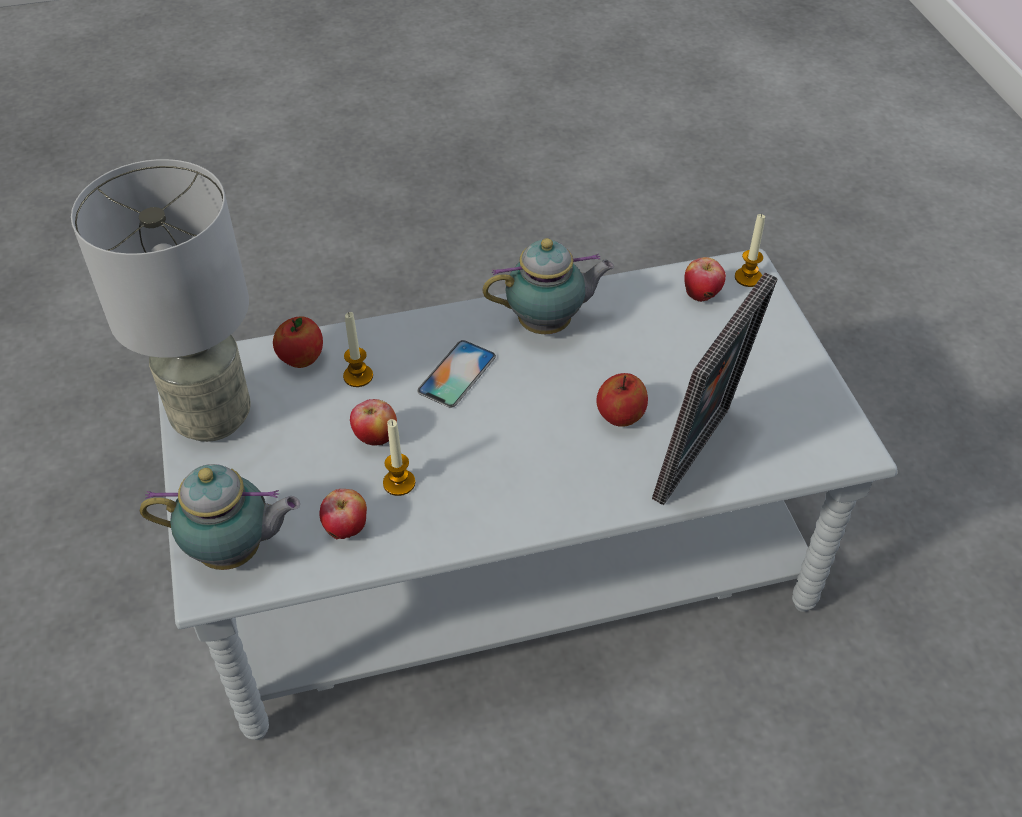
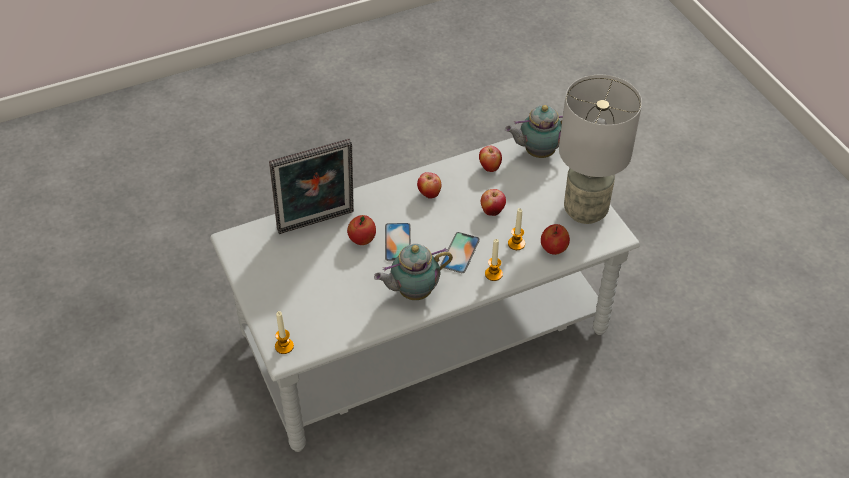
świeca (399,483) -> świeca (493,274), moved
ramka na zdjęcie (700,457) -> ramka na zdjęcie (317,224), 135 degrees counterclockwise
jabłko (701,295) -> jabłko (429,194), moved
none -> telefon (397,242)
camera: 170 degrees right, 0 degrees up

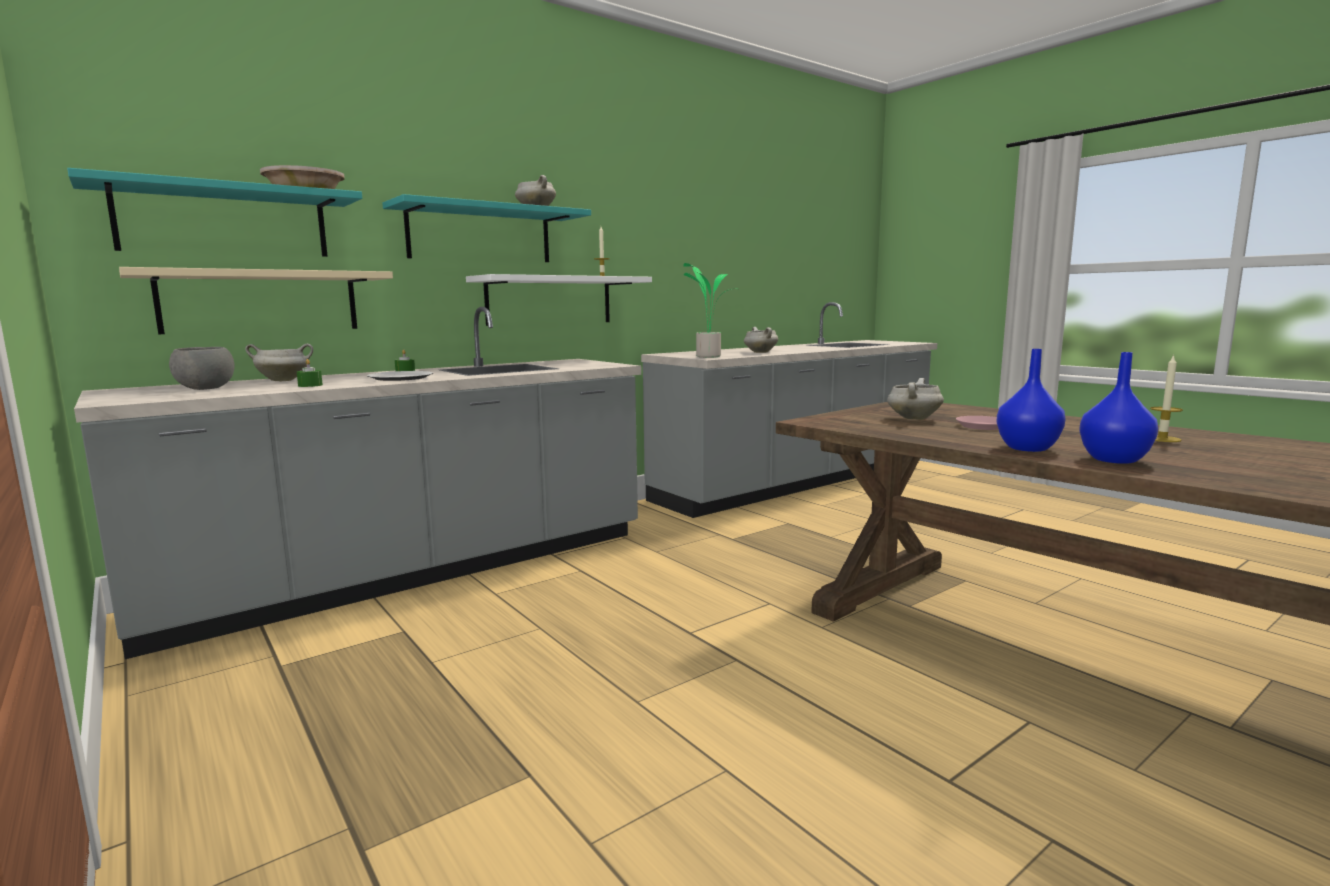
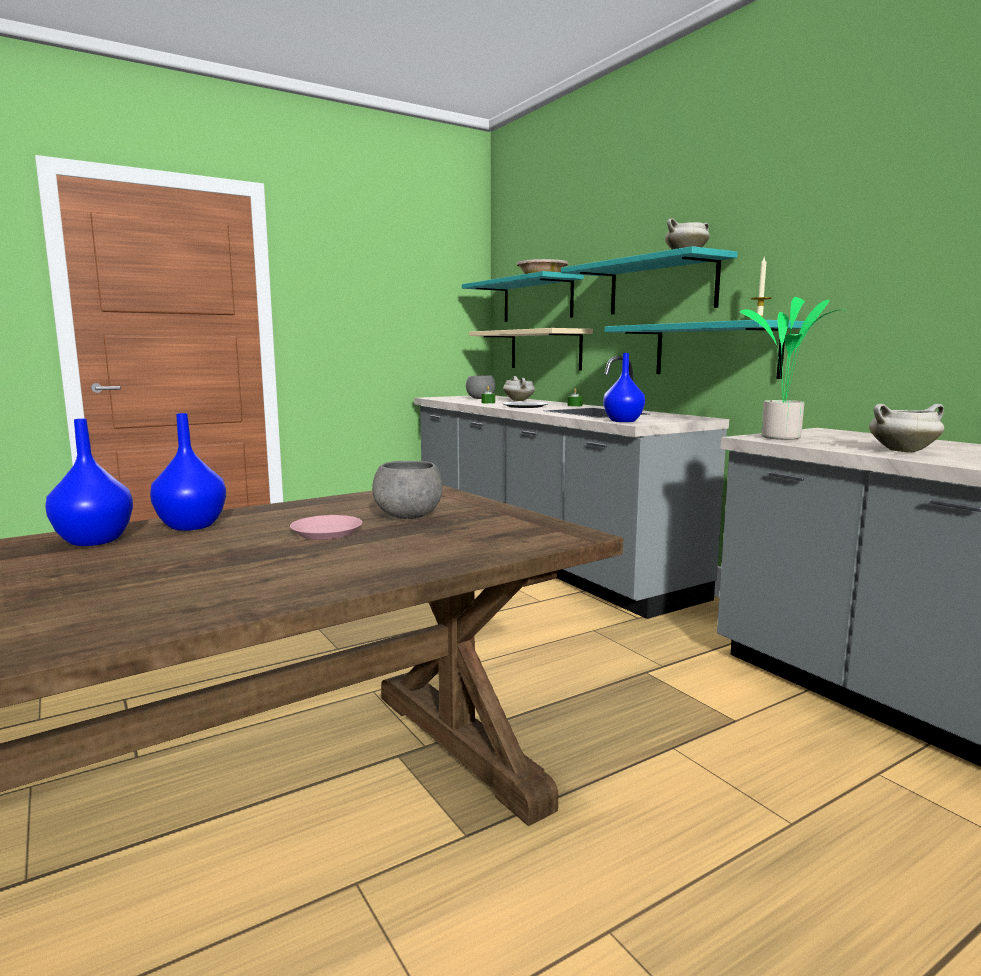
półka [biały] (549,300) -> półka [turkusowy] (715,350)
garnek [biały] (913,419) -> miska [szary] (409,517)
świeca (1162,439) -> none
none -> wazon [niebieski] (623,421)
camera: 95 degrees right, 0 degrees up

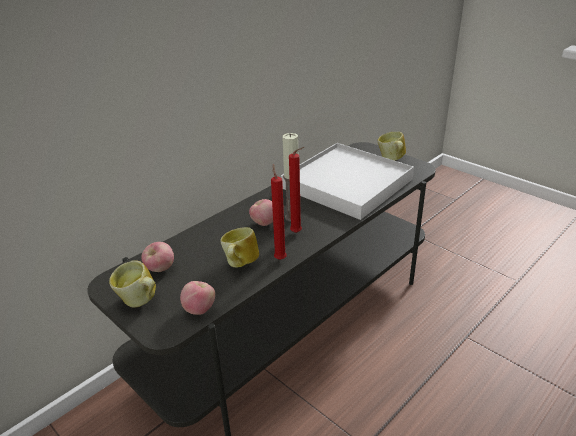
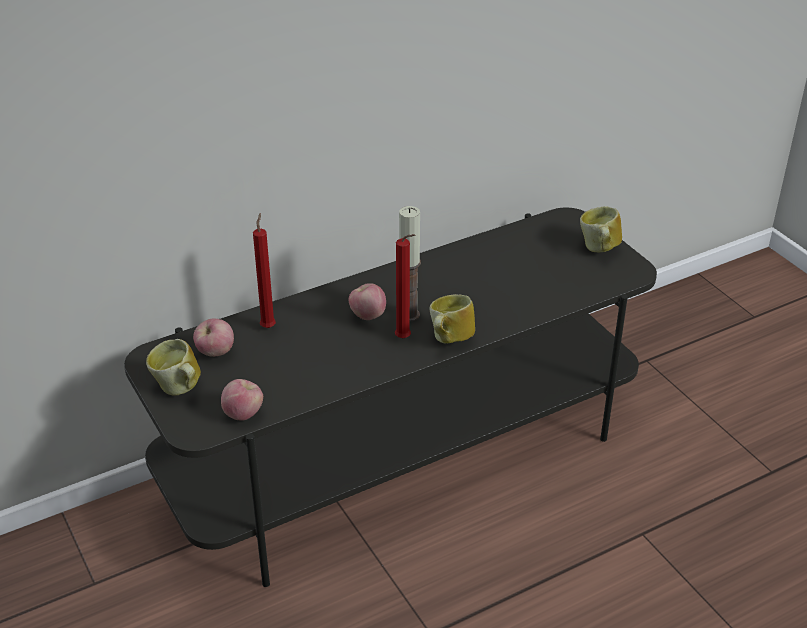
kubek (239,265) -> kubek (448,340), moved
świeca [czerwony] (280,258) -> świeca [czerwony] (268,326), moved
taca [biały] (347,184) -> none
camera: 15 degrees right, 5 degrees up

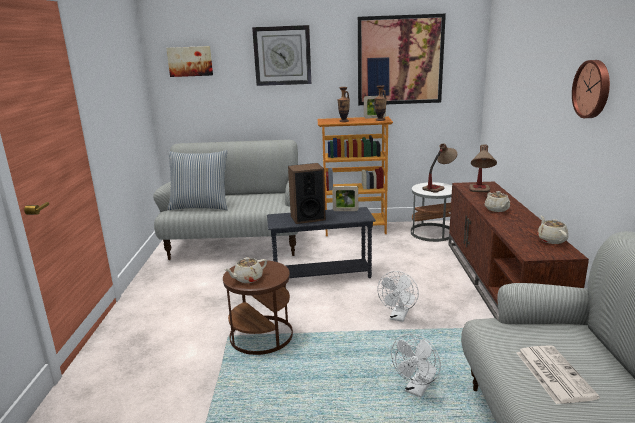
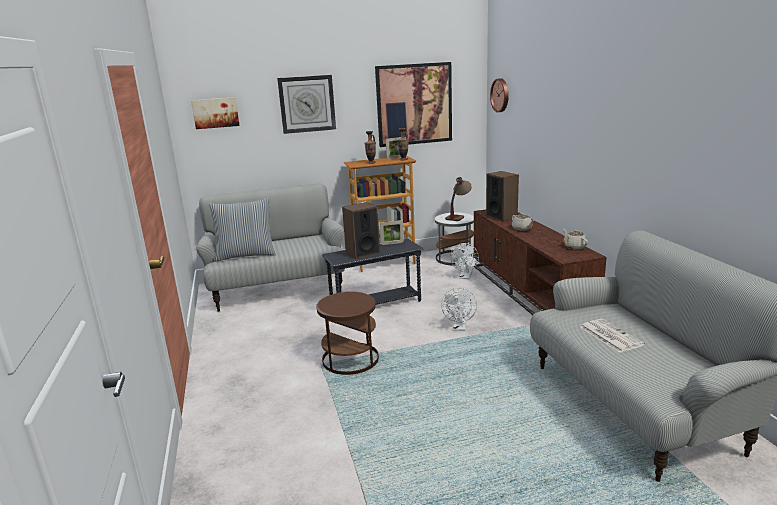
imbryk [beżowy] (247,279) -> none
wentylator [biały] (417,389) -> wentylator [biały] (465,277), moved
lampa stołowa (480,193) -> głośnik (501,217)
zegar ścienny (593,89) -> zegar ścienny (501,95), moved
camera: 15 degrees left, 0 degrees up

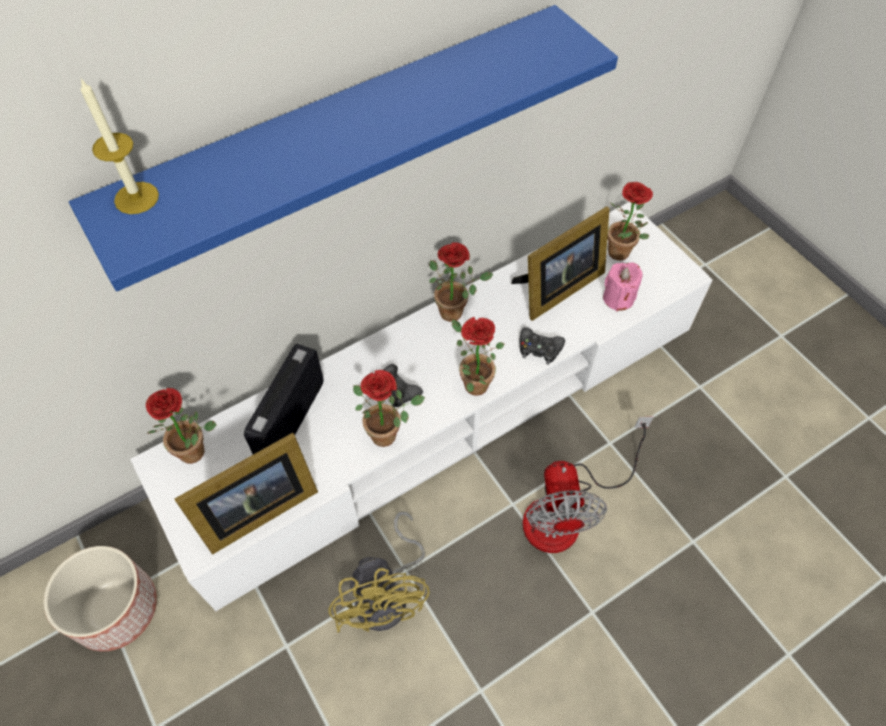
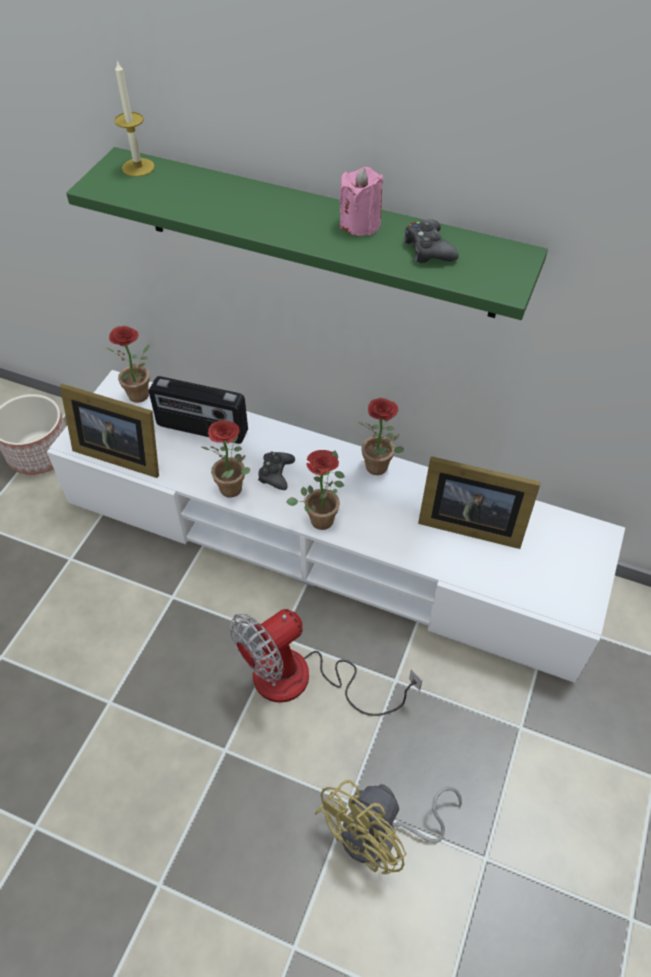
półka [niebieski] (342,135) -> półka [zielony] (317,233)
radio (290,420) -> radio (202,429), 150 degrees counterclockwise
wentylator [żółty] (388,595) -> wentylator [żółty] (381,836), moved
pad do gier [czarny] (539,349) -> pad do gier [czarny] (428,249), moved
świeca [różowy] (618,298) -> świeca [różowy] (360,224), moved
roślina doniczkowa (622,255) -> none
camera: 55 degrees right, 5 degrees down

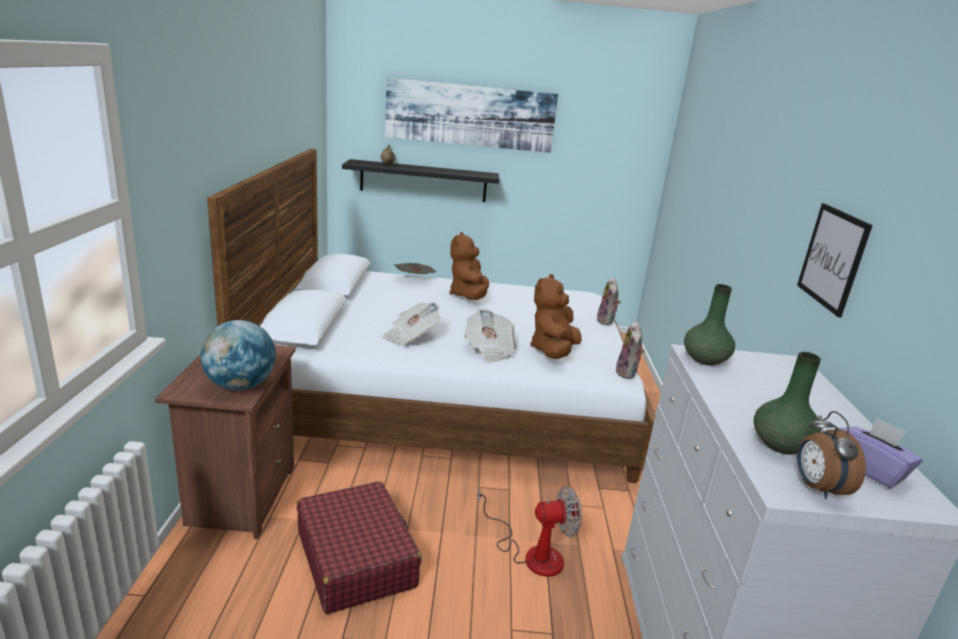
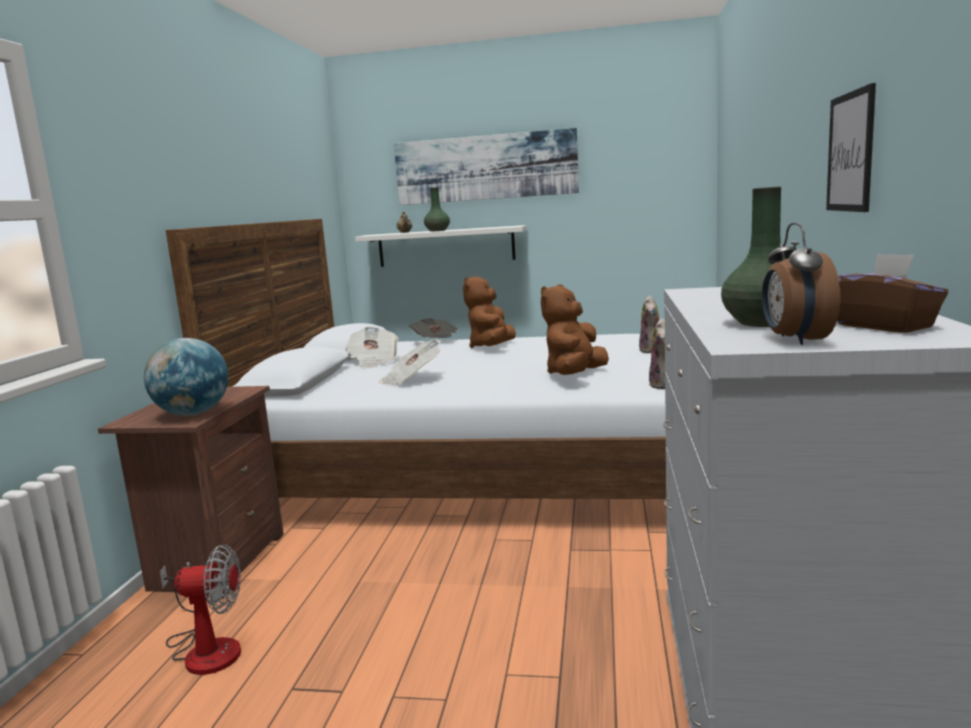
walizka [czerwony] (356,558) -> none
półka [czarny] (423,181) -> półka [biały] (446,246)
gazeta (489,350) -> gazeta (373,362), moved
wentylator (532,553) -> wentylator (206,648), moved
wazon [zielony] (705,360) -> wazon [zielony] (437,231), moved
pudełko chusteczek [fioletowy] (870,470) -> pudełko chusteczek [brązowy] (884,326)
camera: 10 degrees right, 10 degrees down

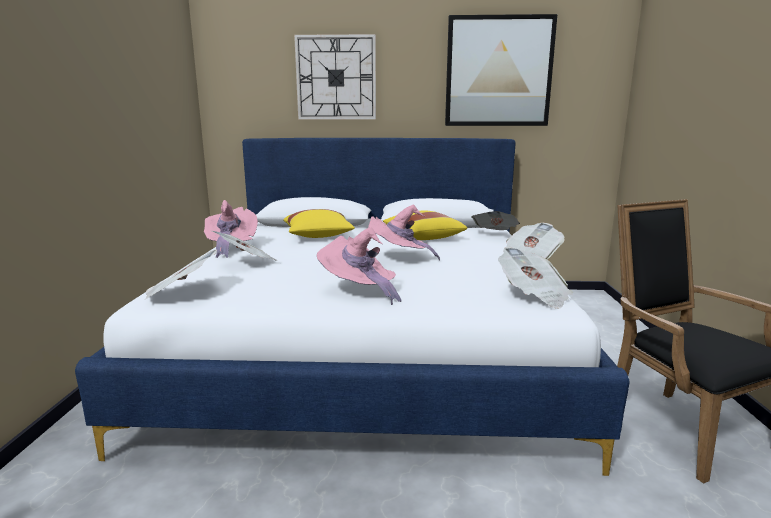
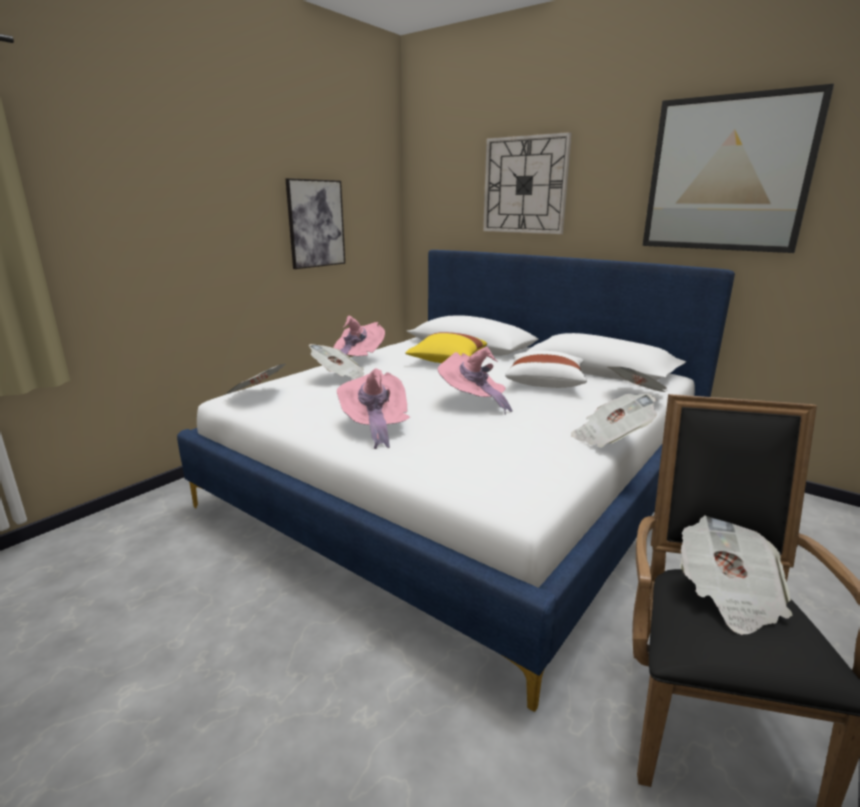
poduszka [żółty] (422,237) -> poduszka [biały] (545,382)
gazeta (534,295) -> gazeta (728,595), moved
none -> obraz (316,223)
camera: 35 degrees right, 5 degrees up

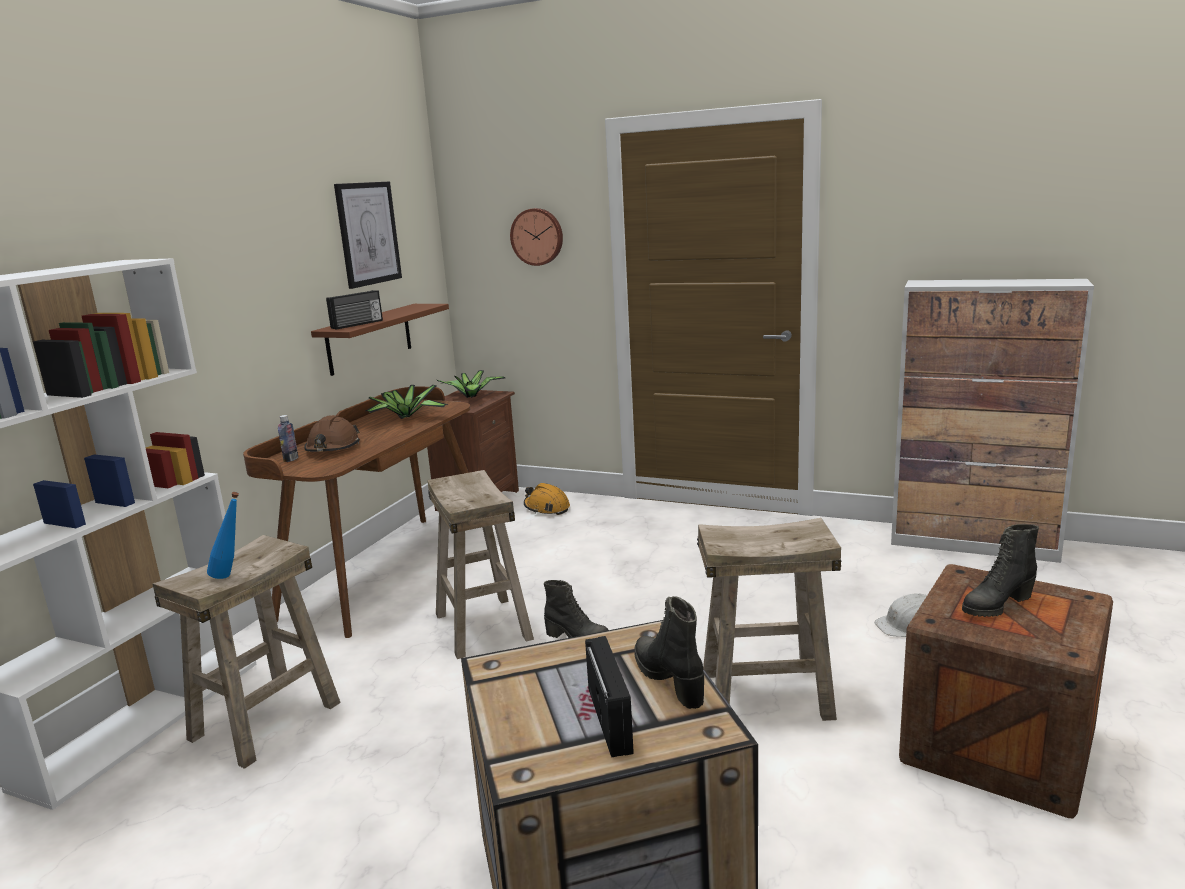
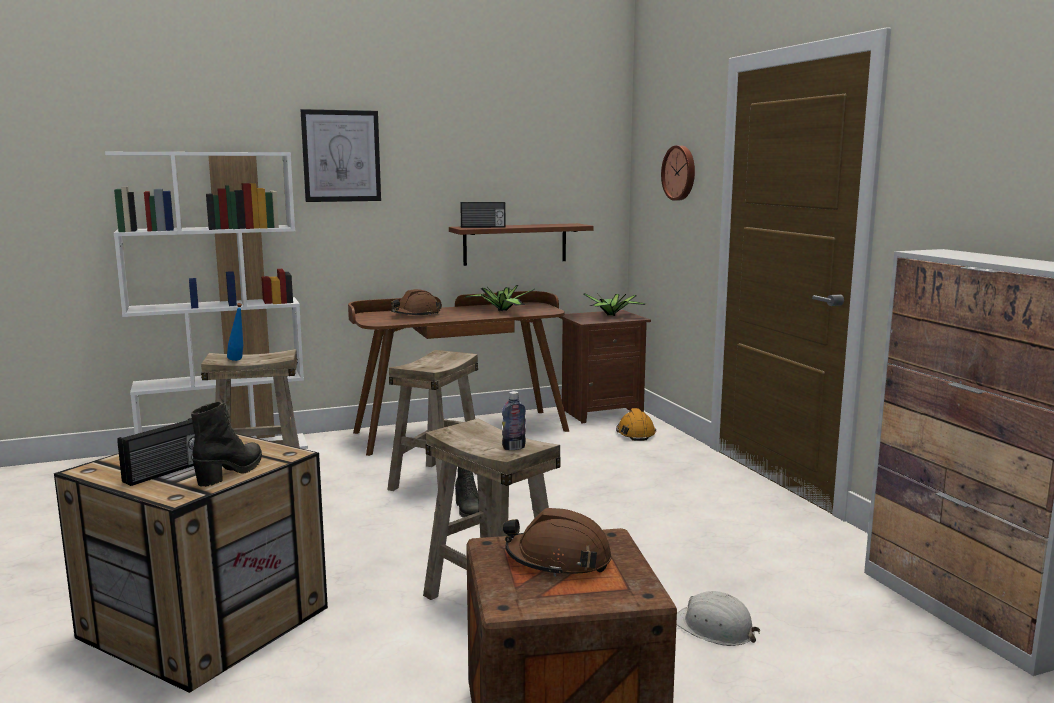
butelka (291,459) -> butelka (514,448), moved
obraz (368,233) -> obraz (341,156), moved
but z cholewką [czarny] (996,605) -> kask [brązowy] (558,560)
camera: 45 degrees right, 5 degrees down

